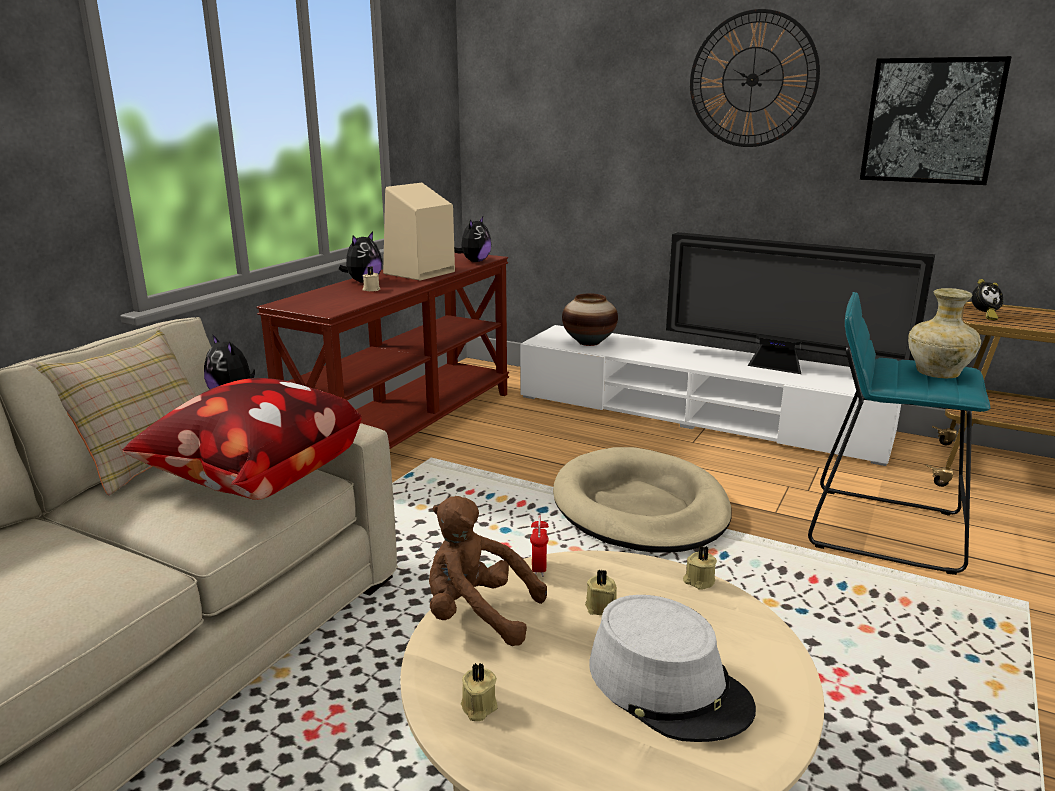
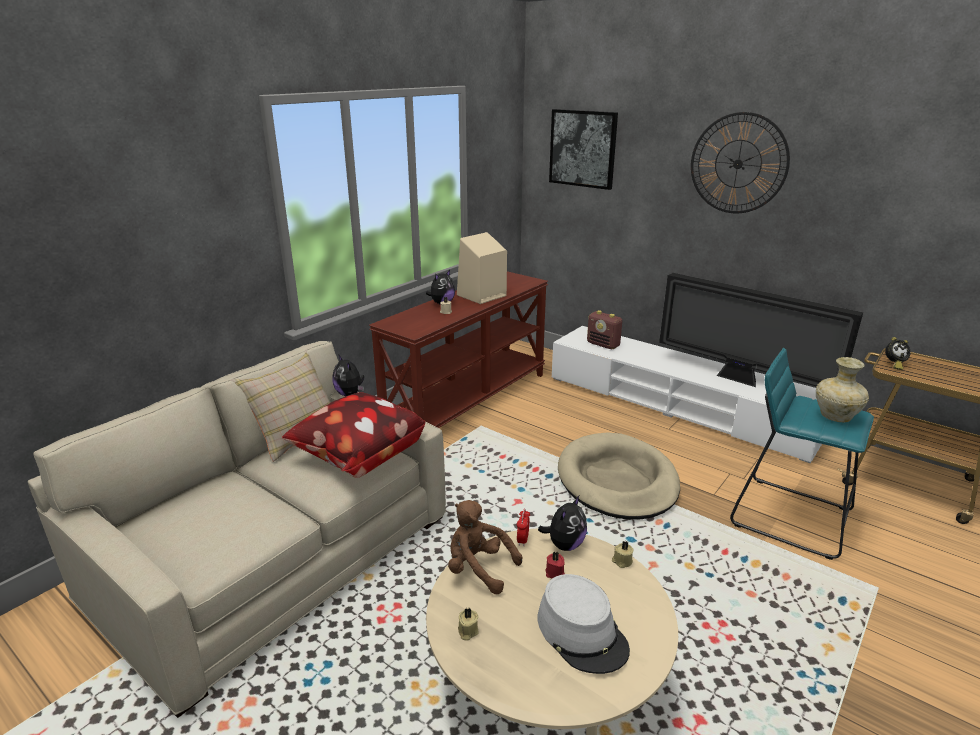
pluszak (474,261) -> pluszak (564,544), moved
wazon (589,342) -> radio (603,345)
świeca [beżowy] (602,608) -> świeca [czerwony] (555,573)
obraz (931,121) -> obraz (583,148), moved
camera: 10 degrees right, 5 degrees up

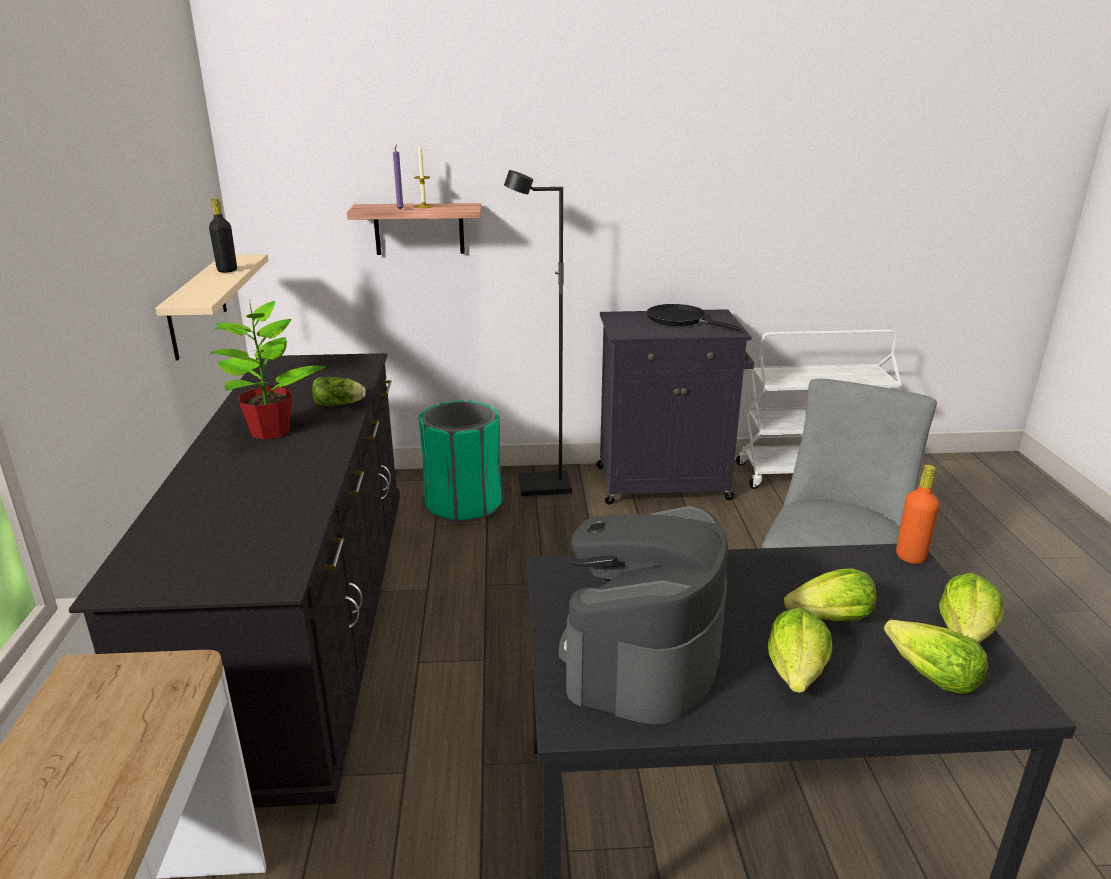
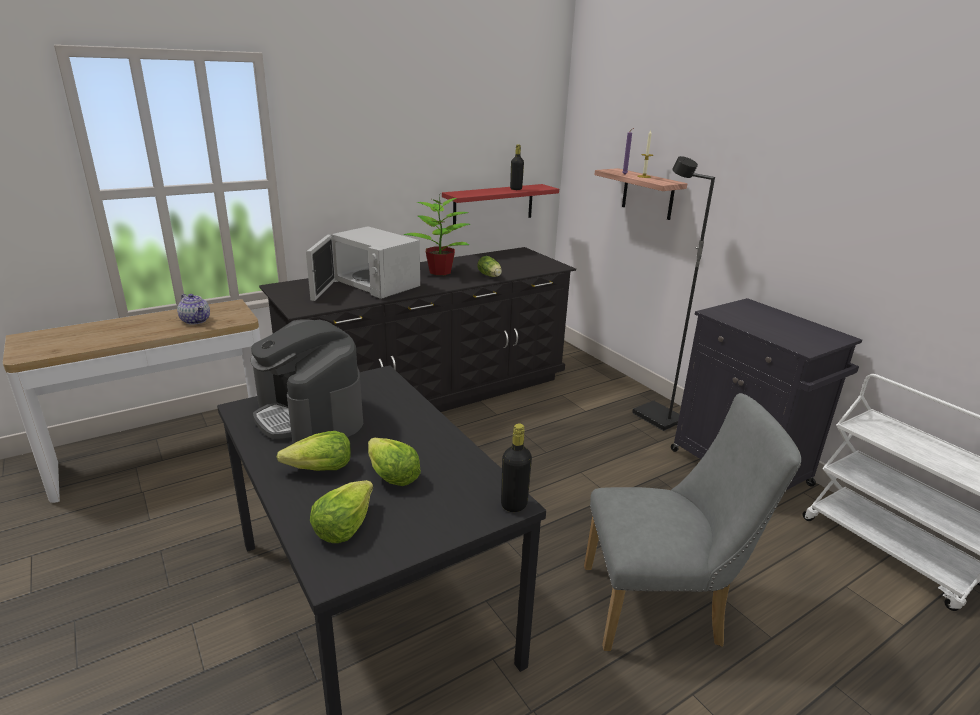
półka [beżowy] (197,306) -> półka [czerwony] (493,204)
kosz na śmieci [zielony] (463,504) -> none
ekspres do kawy (642,655) -> ekspres do kawy (310,416), 120 degrees counterclockwise
patelnia [czarny] (680,320) -> none
butelka [pomarańczowy] (910,556) -> butelka [czarny] (514,504)
sałata (967,632) -> none
none -> imbryk (196,321)
none -> mikrofalówka [biały] (371,284)
camera: 60 degrees right, 0 degrees up

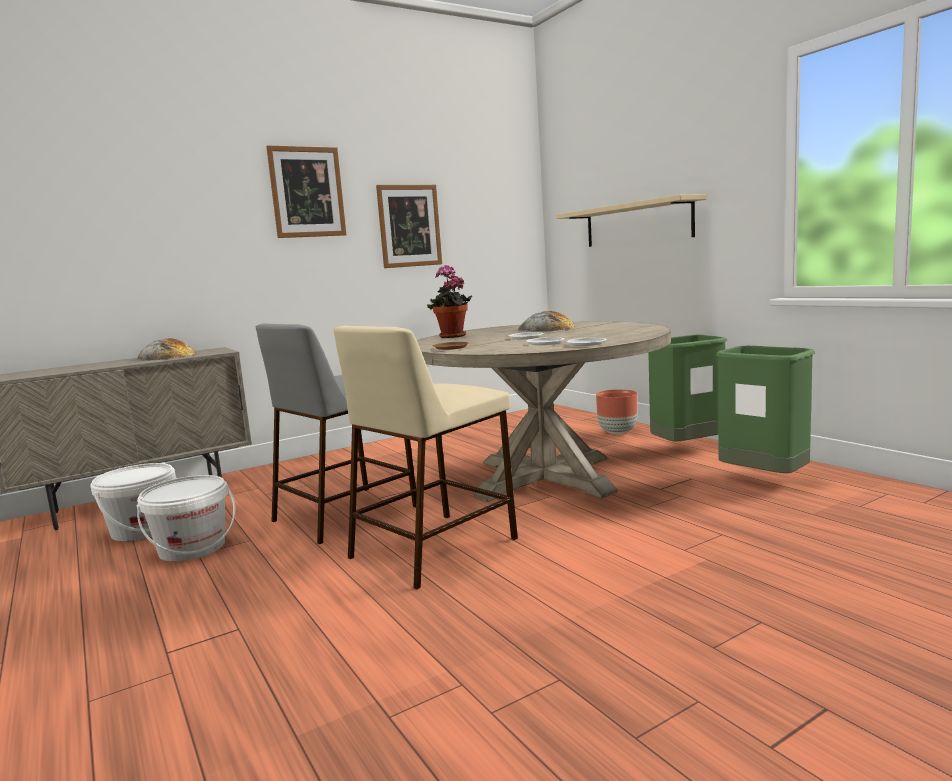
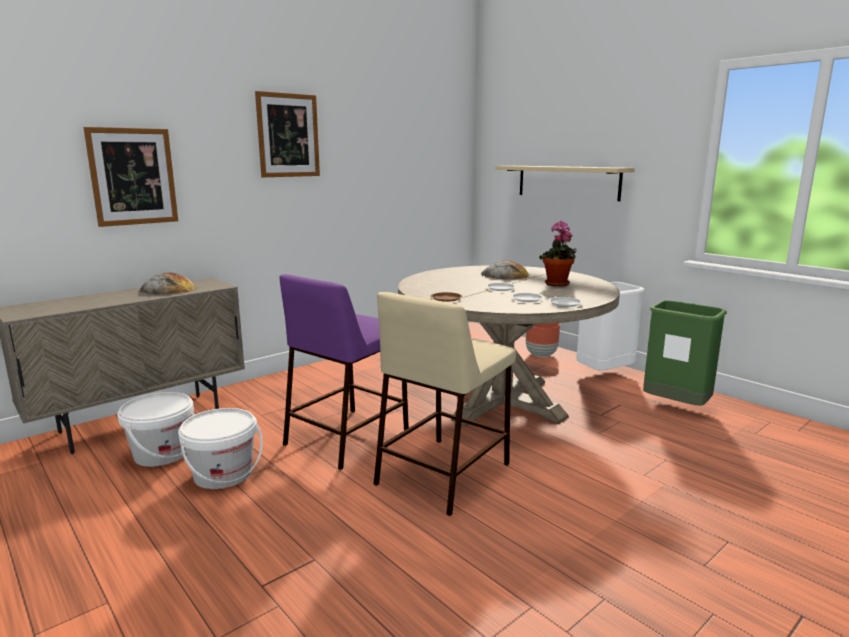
stołek [szary] (347,513) -> stołek [fioletowy] (348,436)
obraz (409,226) -> obraz (133,176), moved
roślina doniczkowa (452,337) -> roślina doniczkowa (557,284), moved
kosz na śmieci [zielony] (687,448) -> kosz na śmieci [biały] (604,374)
camera: 10 degrees left, 5 degrees up

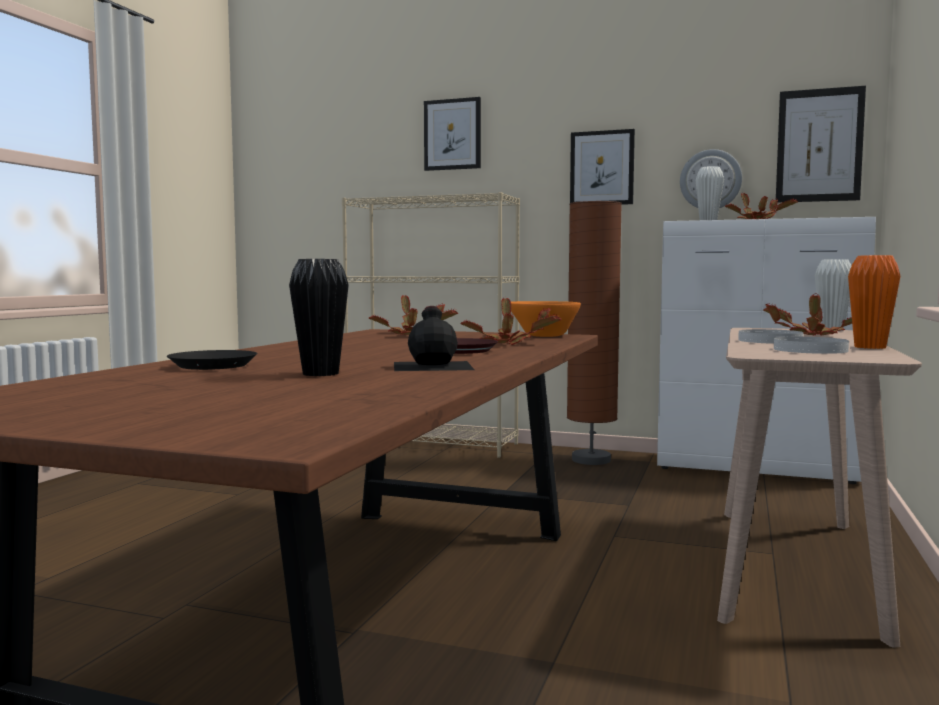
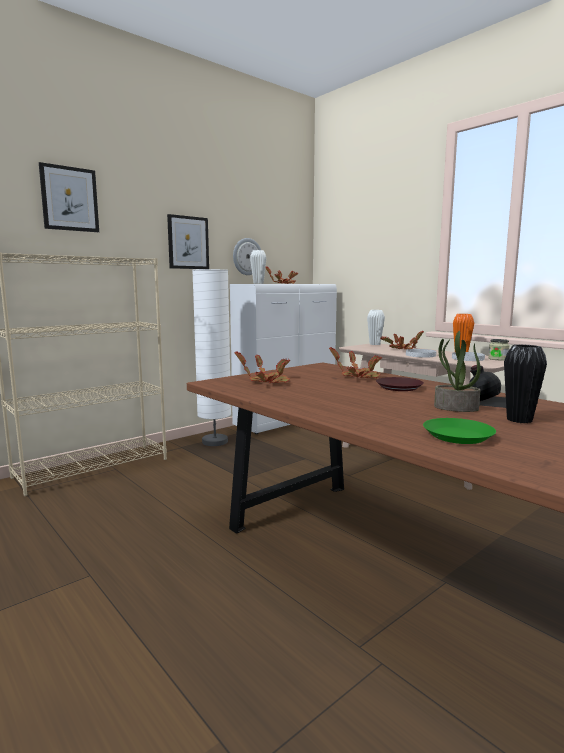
talerz [czarny] (212,366) -> talerz [zielony] (458,436)
miska [pomarańczowy] (540,335) -> none
lampa stojąca [brązowy] (591,460) -> lampa stojąca [biały] (215,442)
obraz (819,145) -> none
none -> roślina doniczkowa (455,408)
none -> słoik (498,359)
camera: 60 degrees left, 5 degrees up

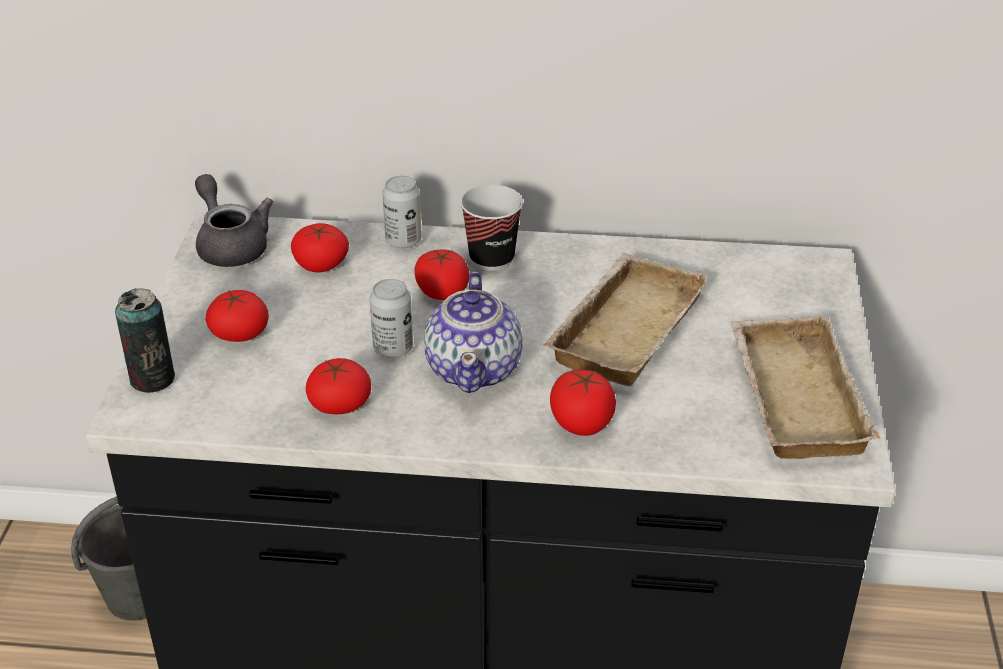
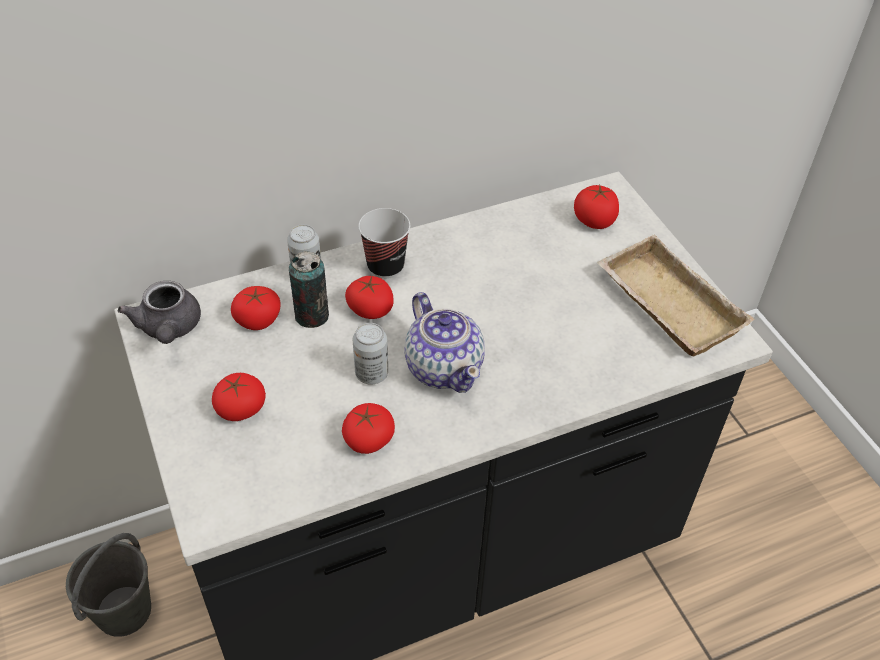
puszka (152,379) -> puszka (312,316), moved
imbryk [szary] (230,245) -> imbryk [szary] (169,329), 135 degrees counterclockwise
taca [beżowy] (623,326) -> none
pomidor (581,423) -> pomidor (594,221), moved
camera: 30 degrees left, 10 degrees up

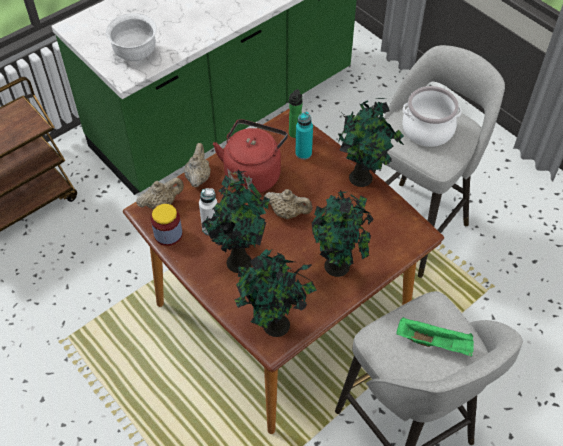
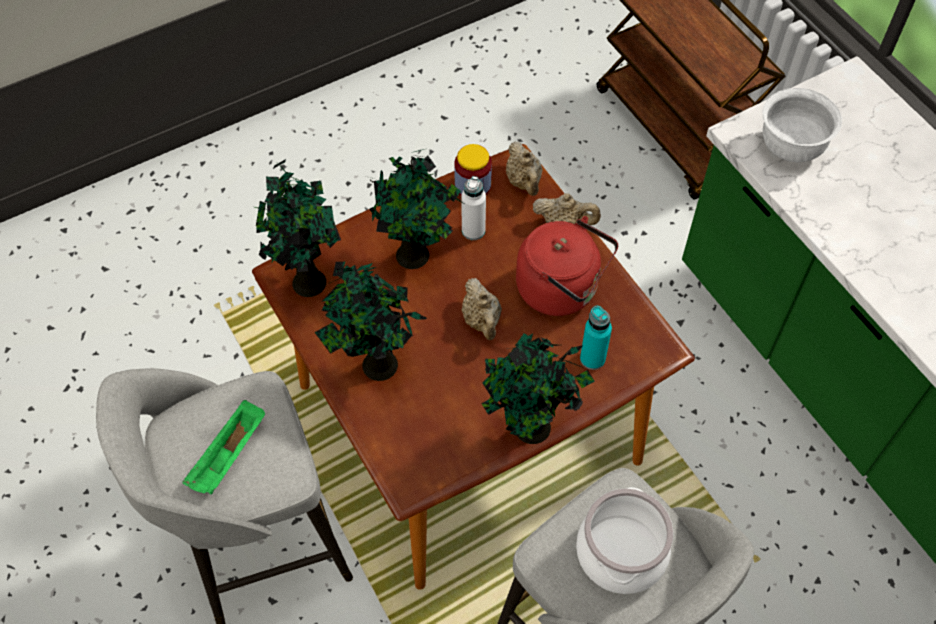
imbryk [beżowy] (287,213) -> imbryk [beżowy] (482,321), 45 degrees counterclockwise
butelka (294,135) -> none
camera: 100 degrees right, 5 degrees up

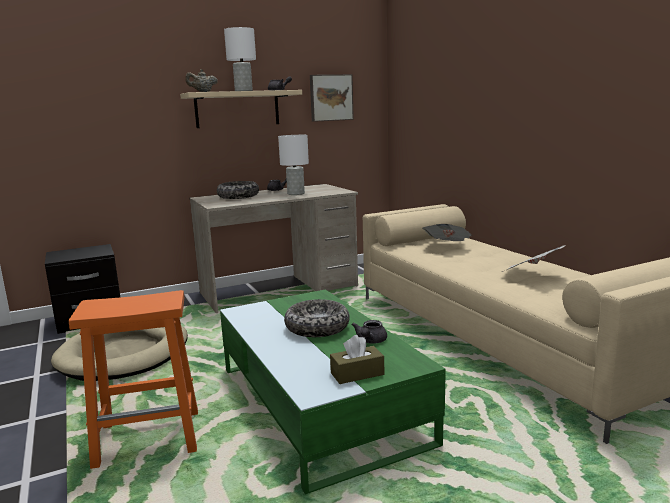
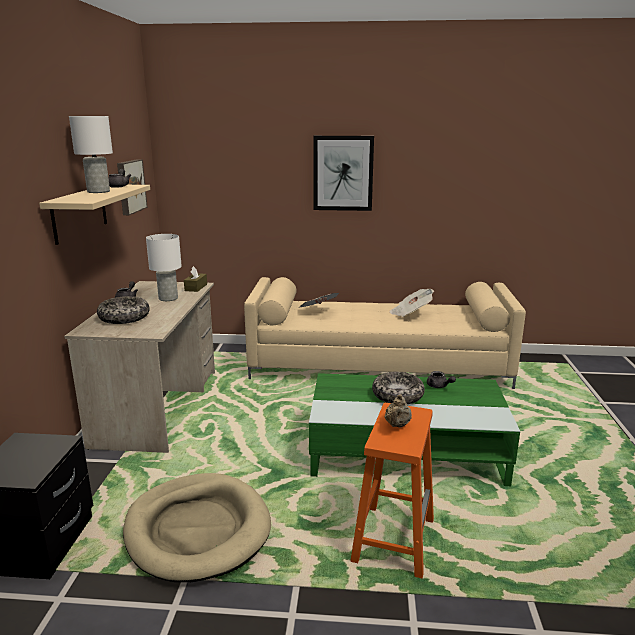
imbryk [beżowy] (202,92) -> imbryk [beżowy] (397,425), moved
pudełko chusteczek [brązowy] (357,374) -> pudełko chusteczek [brązowy] (196,287), moved
none -> obraz (343,173)
camera: 60 degrees left, 5 degrees up

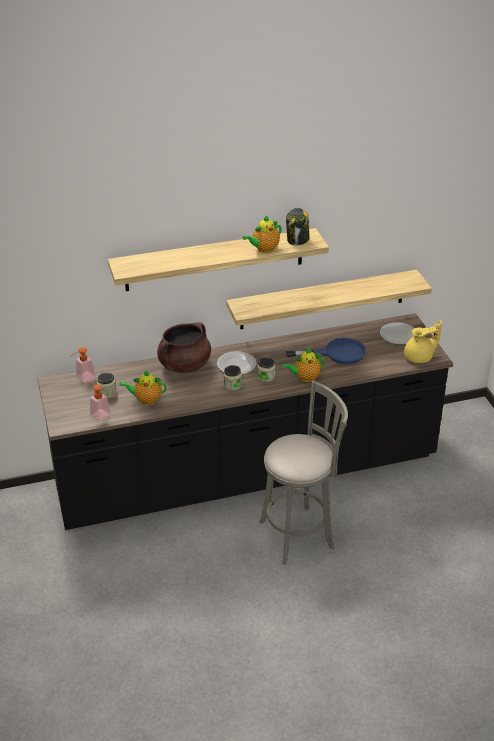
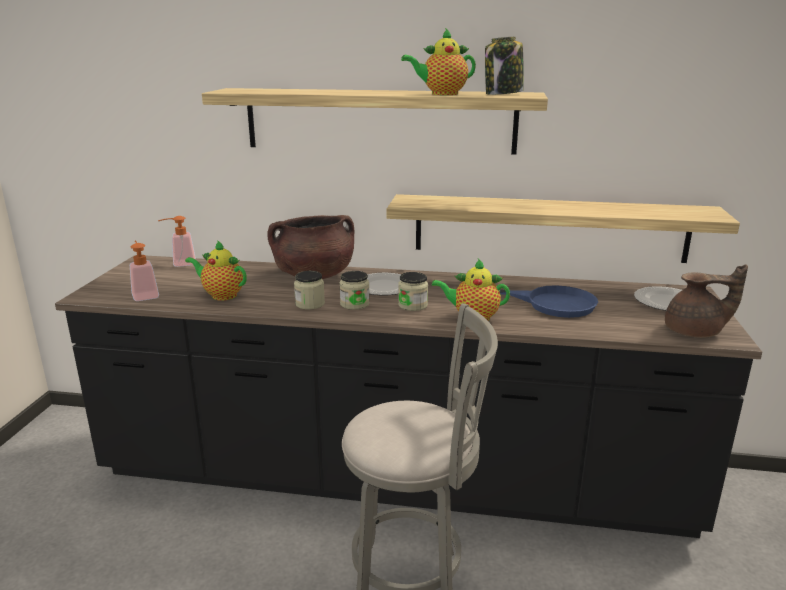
słoik (107,392) -> słoik (310,304), moved
imbryk [żółty] (419,357) -> imbryk [brązowy] (695,332)
camera: 25 degrees right, 15 degrees down

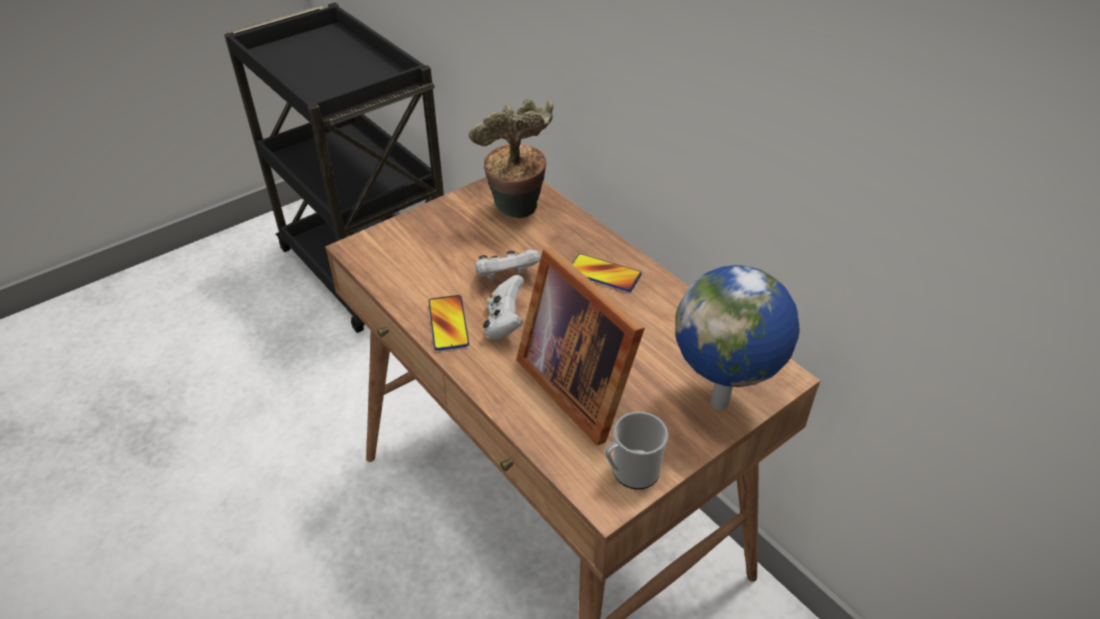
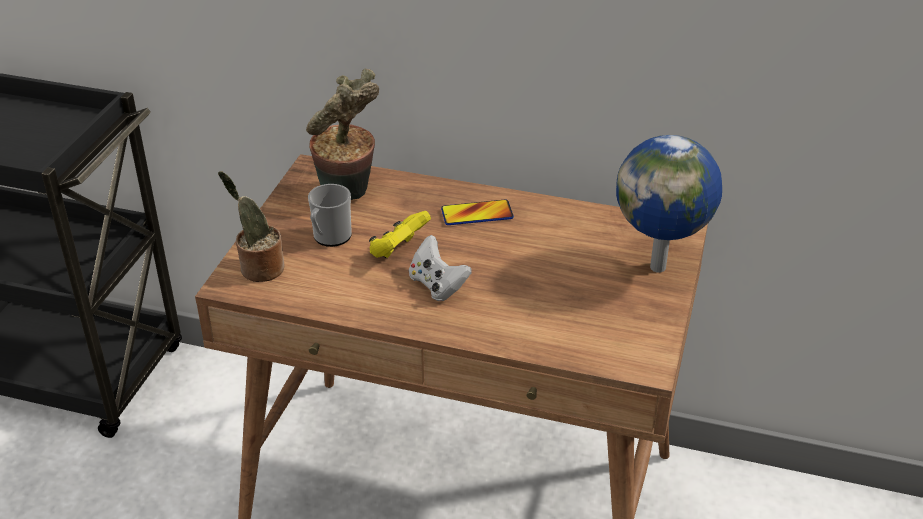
telefon (448,323) -> none
pad do gier [biały] (506,277) -> pad do gier [żółty] (398,250)
ramka na zdjęcie (578,383) -> none
kubek (631,472) -> kubek (330,238), moved
none -> roślina doniczkowa (259,268)
camera: 35 degrees left, 5 degrees down

